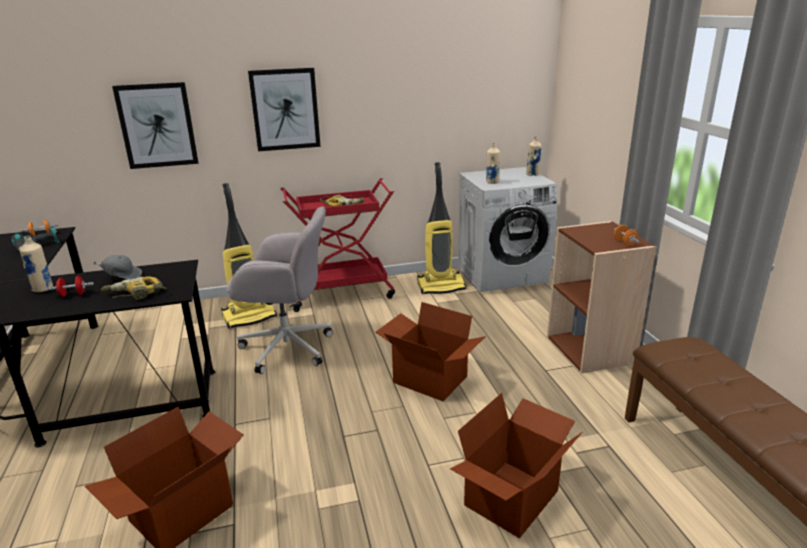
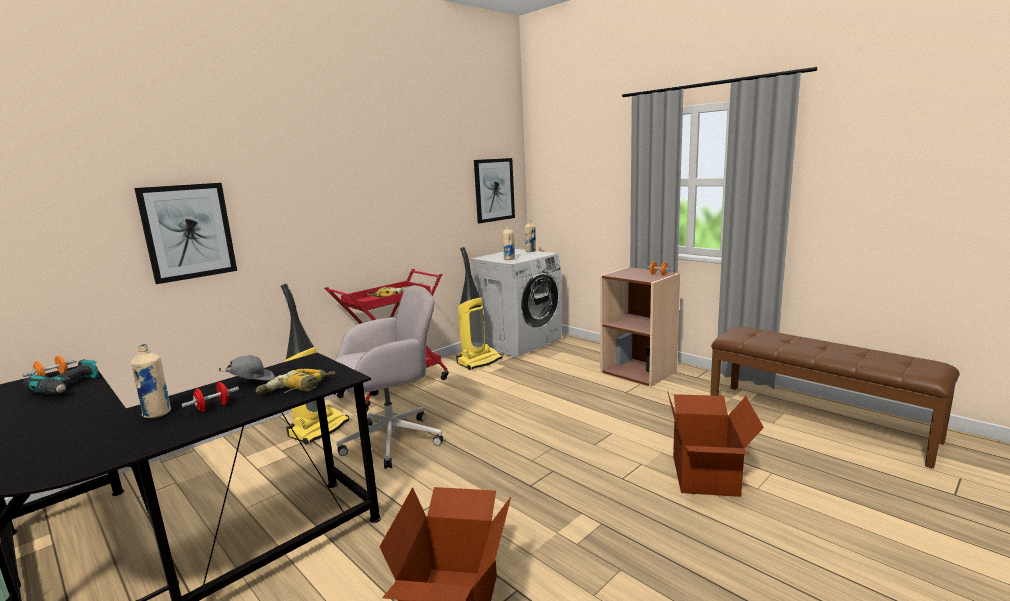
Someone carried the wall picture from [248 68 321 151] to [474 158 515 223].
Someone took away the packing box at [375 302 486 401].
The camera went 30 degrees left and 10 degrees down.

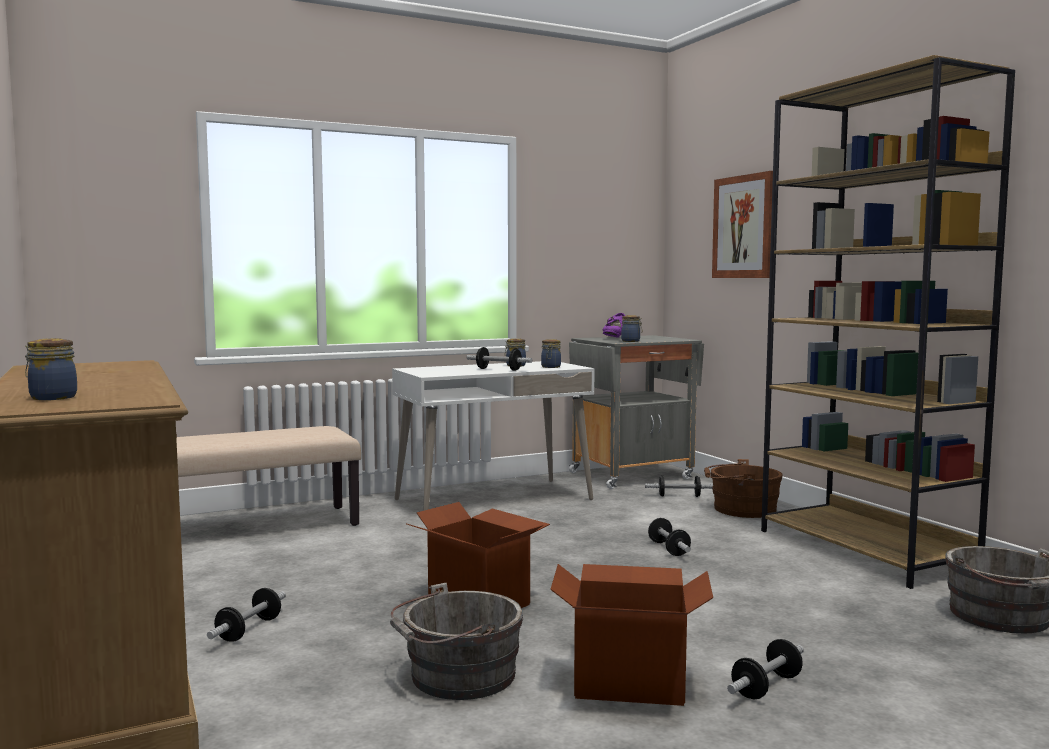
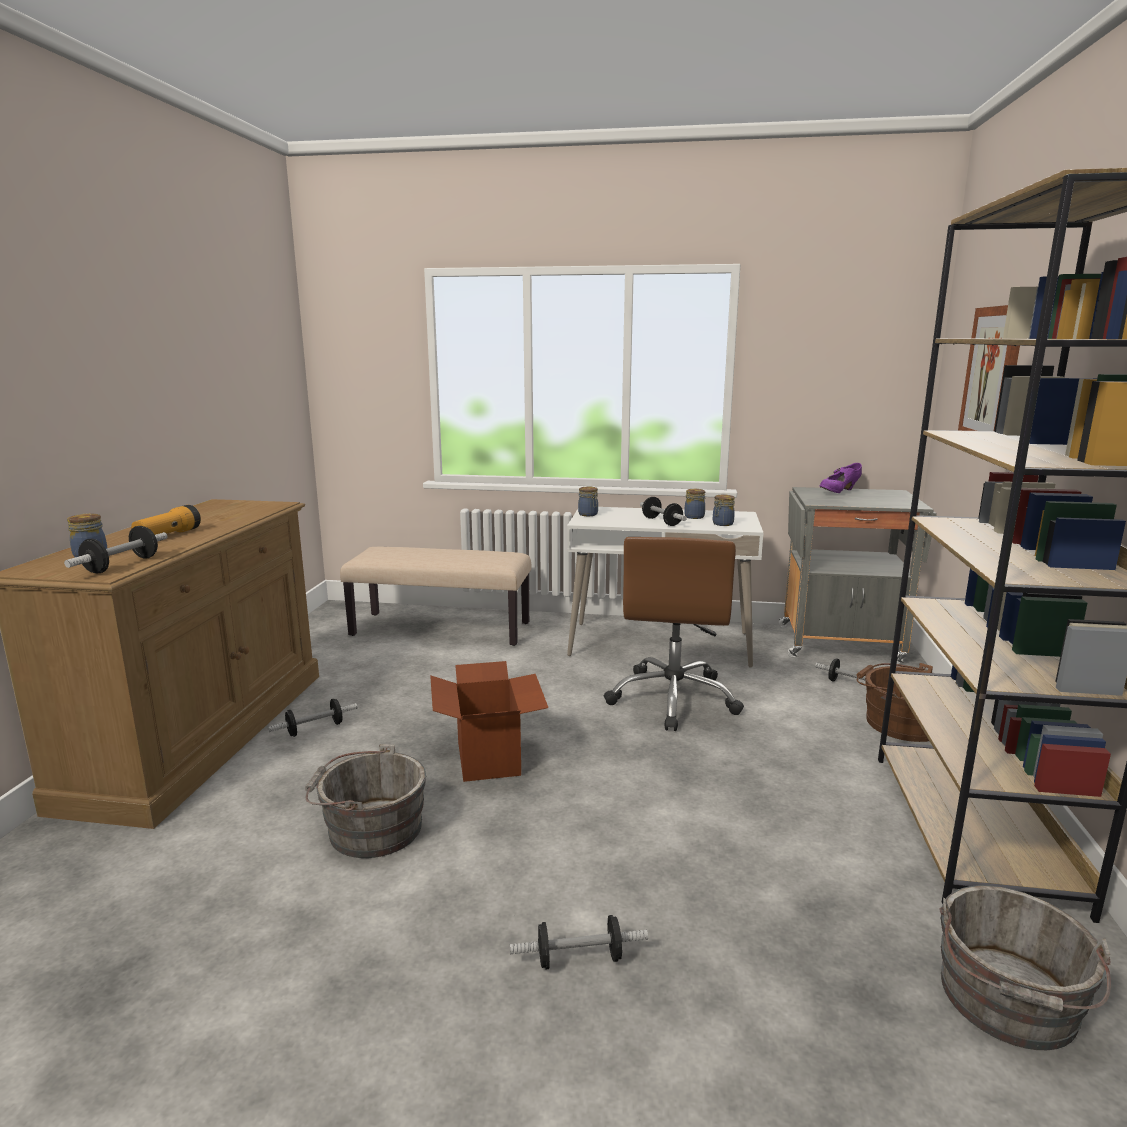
Someone carried the dumbbell from [648 518 691 556] to [64 526 168 574].
Someone put down the flashlight at [131 505 201 535].
Someone carried the preserve jar from [621 315 642 342] to [578 486 598 516].
Someone put down the computer chair/brownish at [604 537 744 731].
Someone took away the packing box at [550 564 713 706].
The camera went 35 degrees right and 10 degrees up.

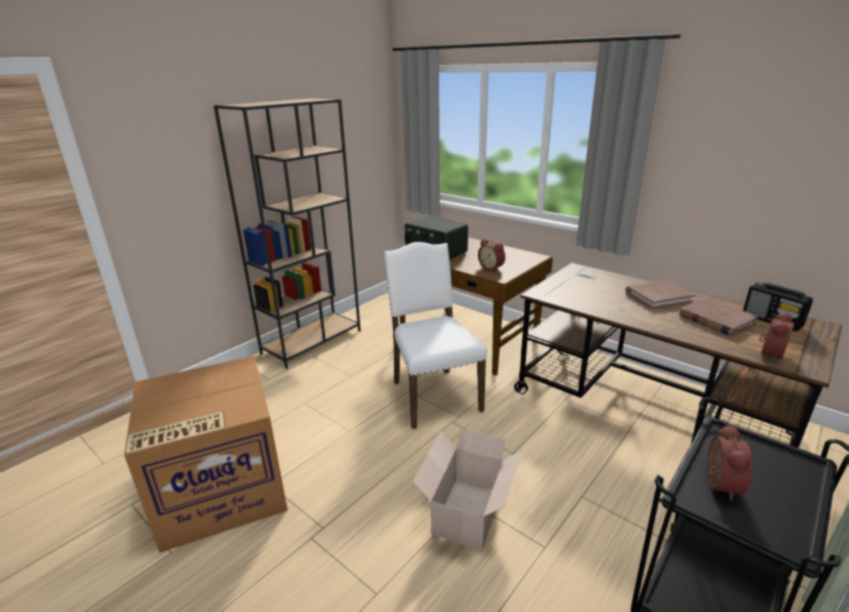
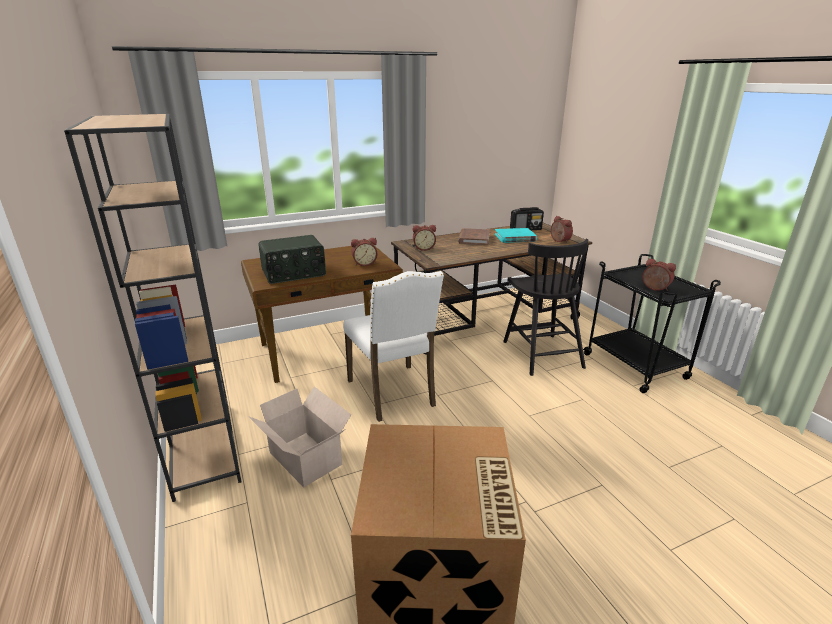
Someone carried the packing box from [413 429 522 550] to [248 386 351 487].
Someone rotated the plain chair/white-coloured at [384 242 487 429] by 120 degrees counterclockwise.
Someone put down the table clock at [413 225 436 251].
Someone repainted the bound book/brownish at [679 298 759 337], which became the bound book/turquoise at [495 228 537 243].
Someone put down the plain chair/blackish at [503 239 588 376].
The camera went 65 degrees left and 0 degrees up.

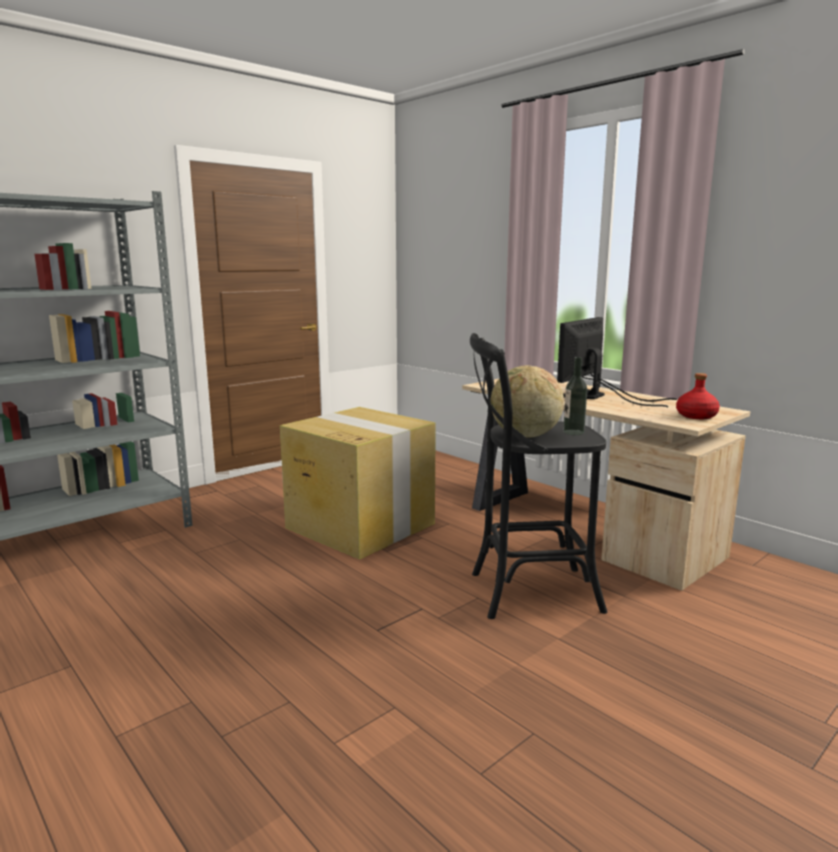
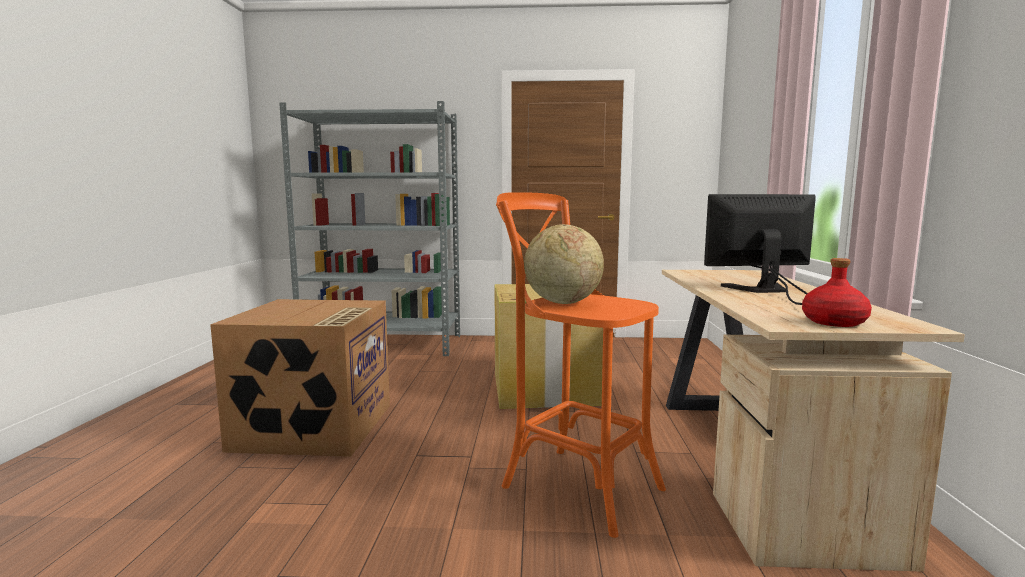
Someone put down the packing box at [210 299 390 457].
Someone repainted the stool/blackish at [470 333 608 619], which became the stool/orangey at [496 192 666 538].
Someone took away the bottle at [563 357 587 435].
The camera went 45 degrees right and 5 degrees down.

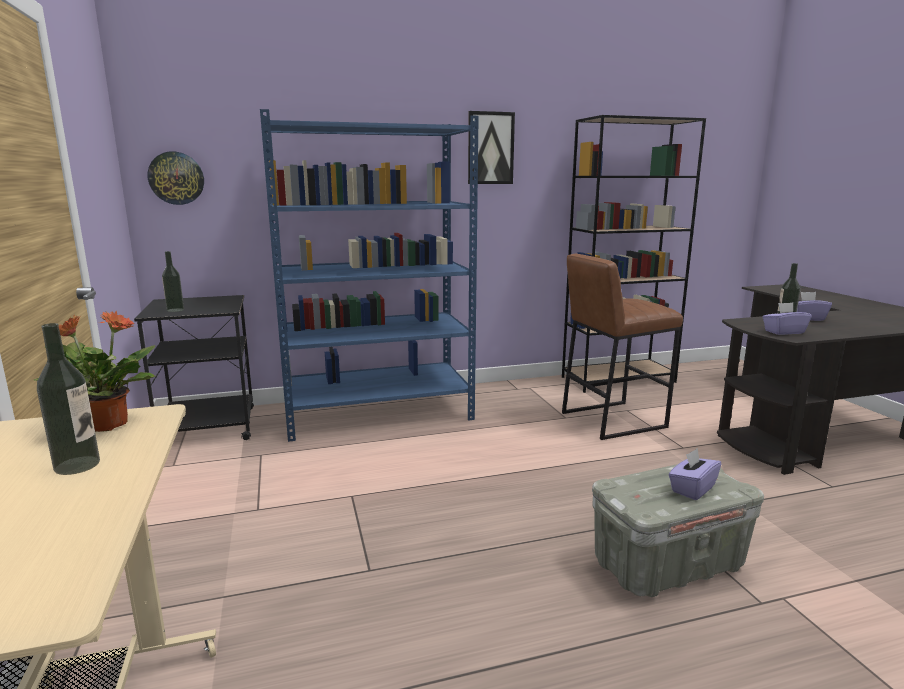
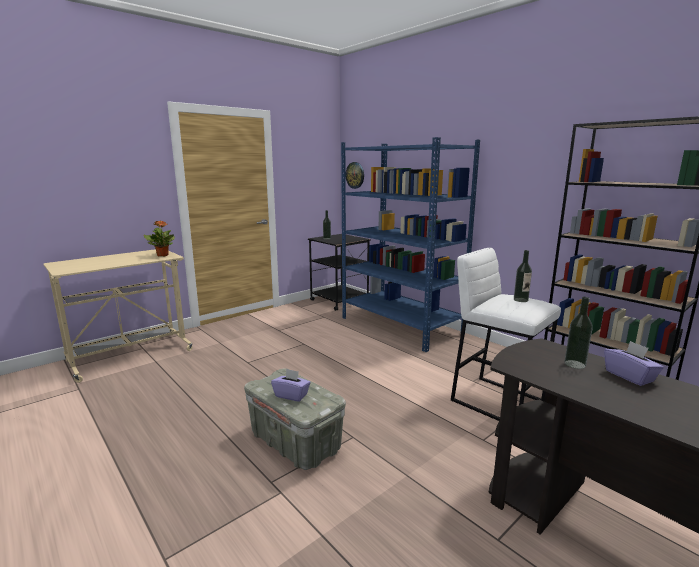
Someone repainted the stool/brownish at [562 254 683 440], which became the stool/white-coloured at [451 248 561 421].
Someone carried the bottle from [37 323 100 475] to [514 250 532 302].
Someone took away the wall picture at [468 111 515 184].
Someone took away the tissue holder/purplish at [763 302 812 335].
The camera went 65 degrees right and 0 degrees up.

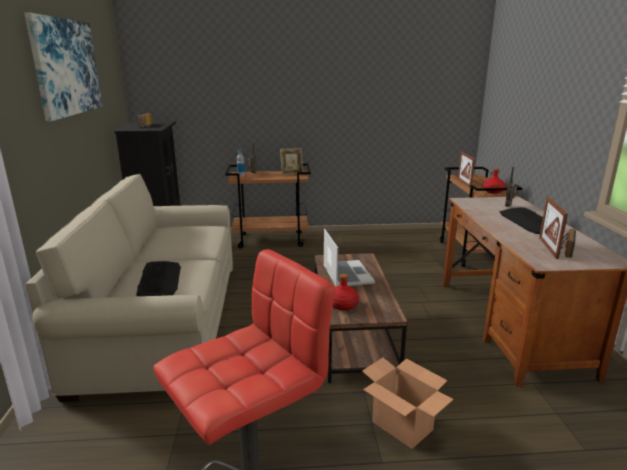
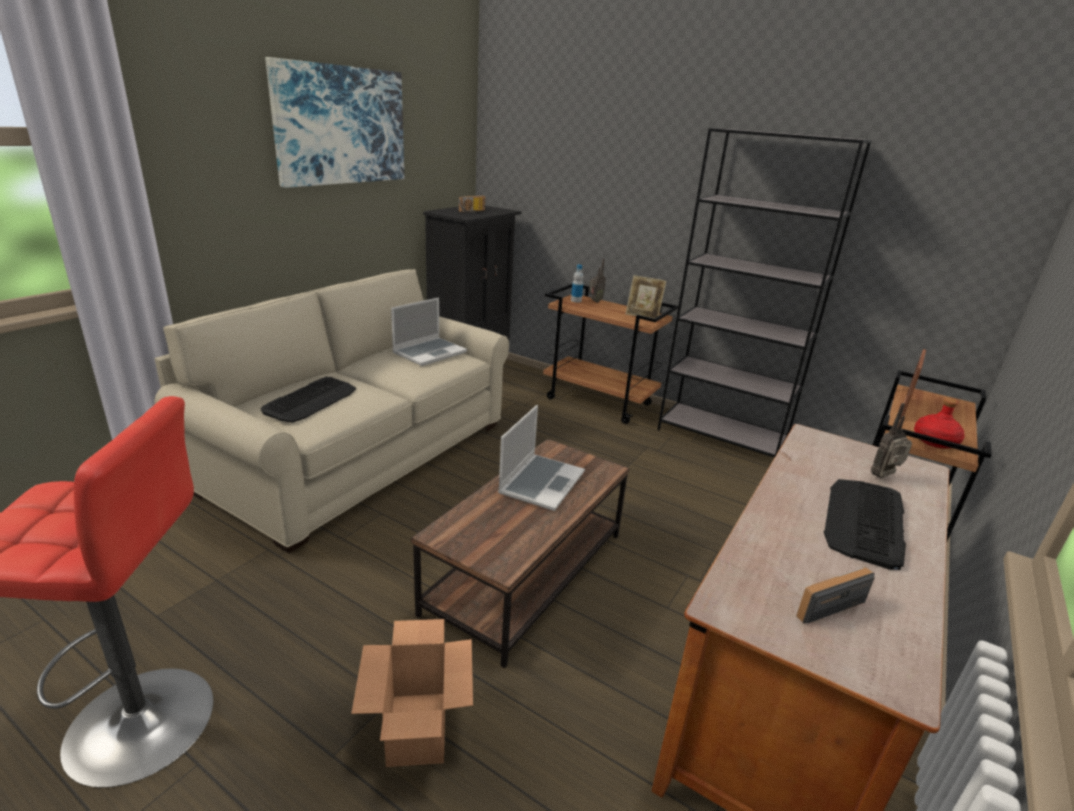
Someone put down the laptop at [391 297 467 366].
Someone put down the bookcase/greyish at [657 128 872 458].
Someone took away the bottle/red-coloured at [333 274 359 310].
Someone took away the standing frame at [539 197 568 259].
The camera went 35 degrees right and 5 degrees up.

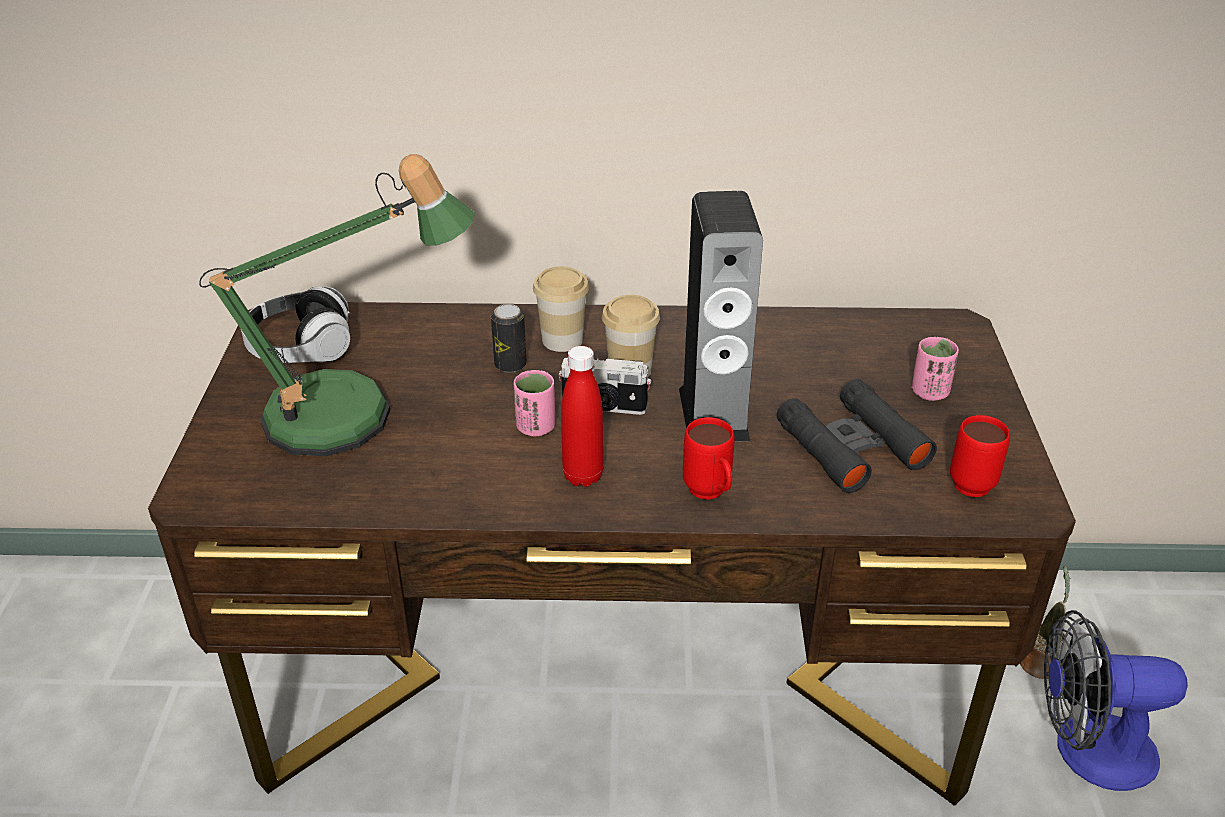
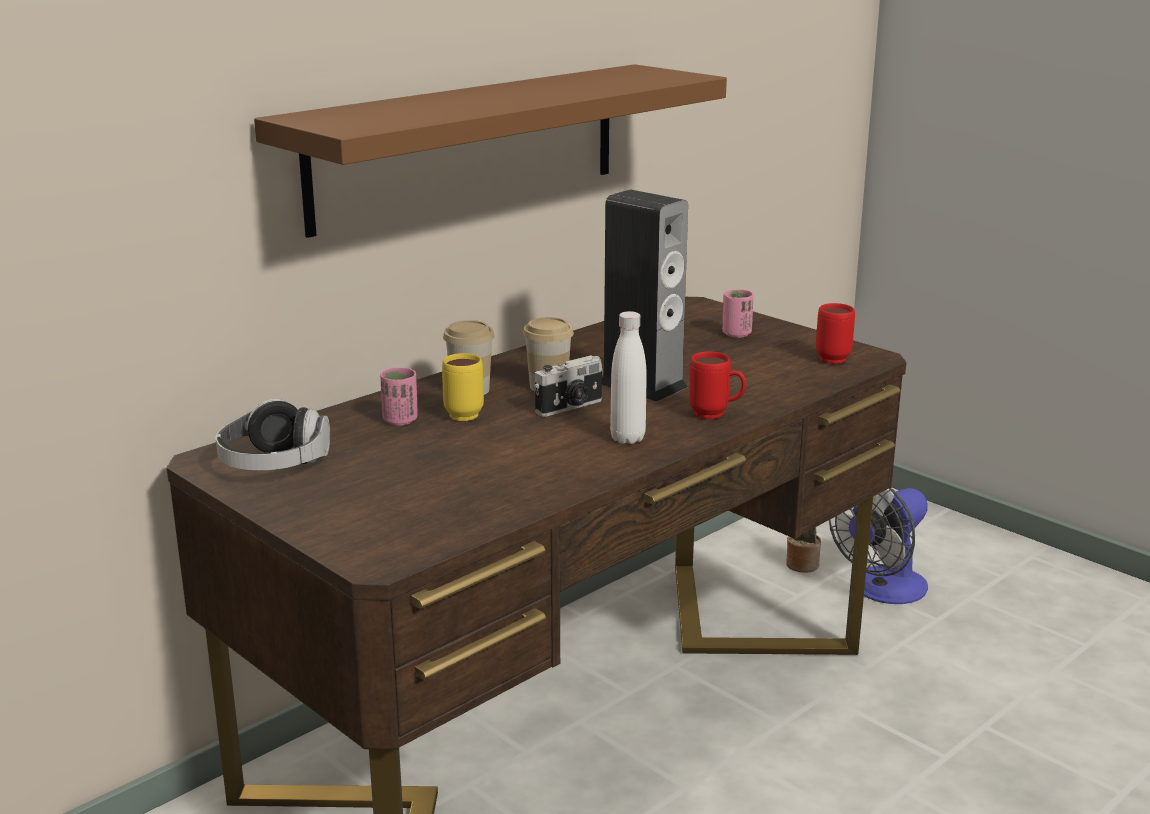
Someone put up the bracket shelf/brownish at [254 64 727 238].
Someone carried the drinking cup/pink from [514 370 555 436] to [380 367 417 425].
Someone swapped the sealed can at [491 304 527 373] for the coffee mug/yellow-coloured at [442 353 484 421].
Someone repainted the bottle/red-coloured at [561 346 603 487], which became the bottle/white-coloured at [610 311 647 444].
Someone took away the table lamp at [199 154 475 456].
Someone took away the pair of binoculars/blackish at [777 379 937 493].
The camera went 45 degrees left and 15 degrees down.

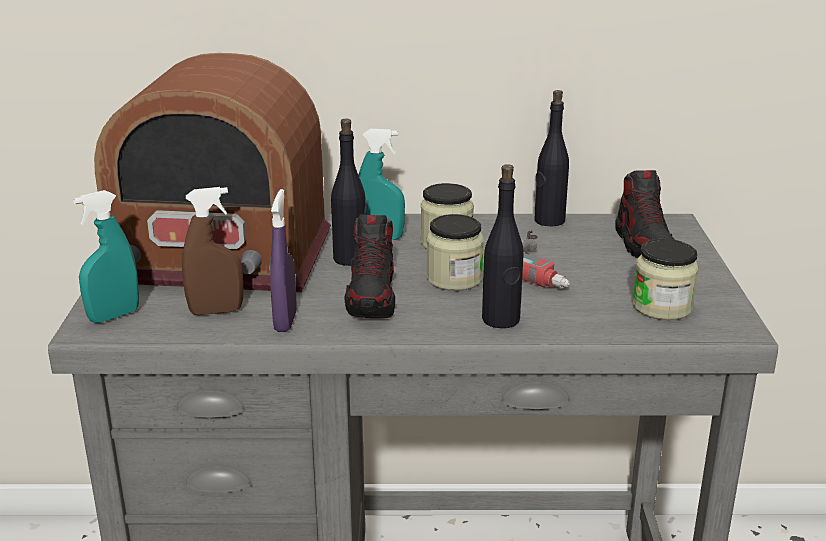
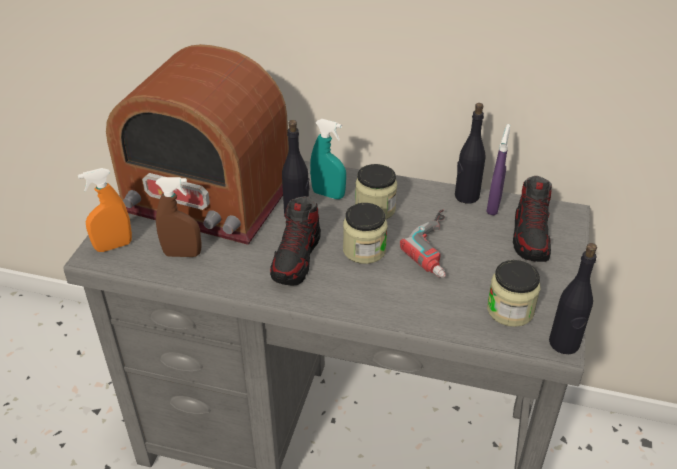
Someone repainted the sprayer/turquoise at [73 190 139 323], which became the sprayer/orangey at [78 168 132 252].
Someone carried the sprayer/purplish from [270 189 297 332] to [486 124 510 215].
Someone carried the bottle/blackish from [482 164 524 328] to [549 243 597 354].
The camera went 15 degrees right and 15 degrees up.

